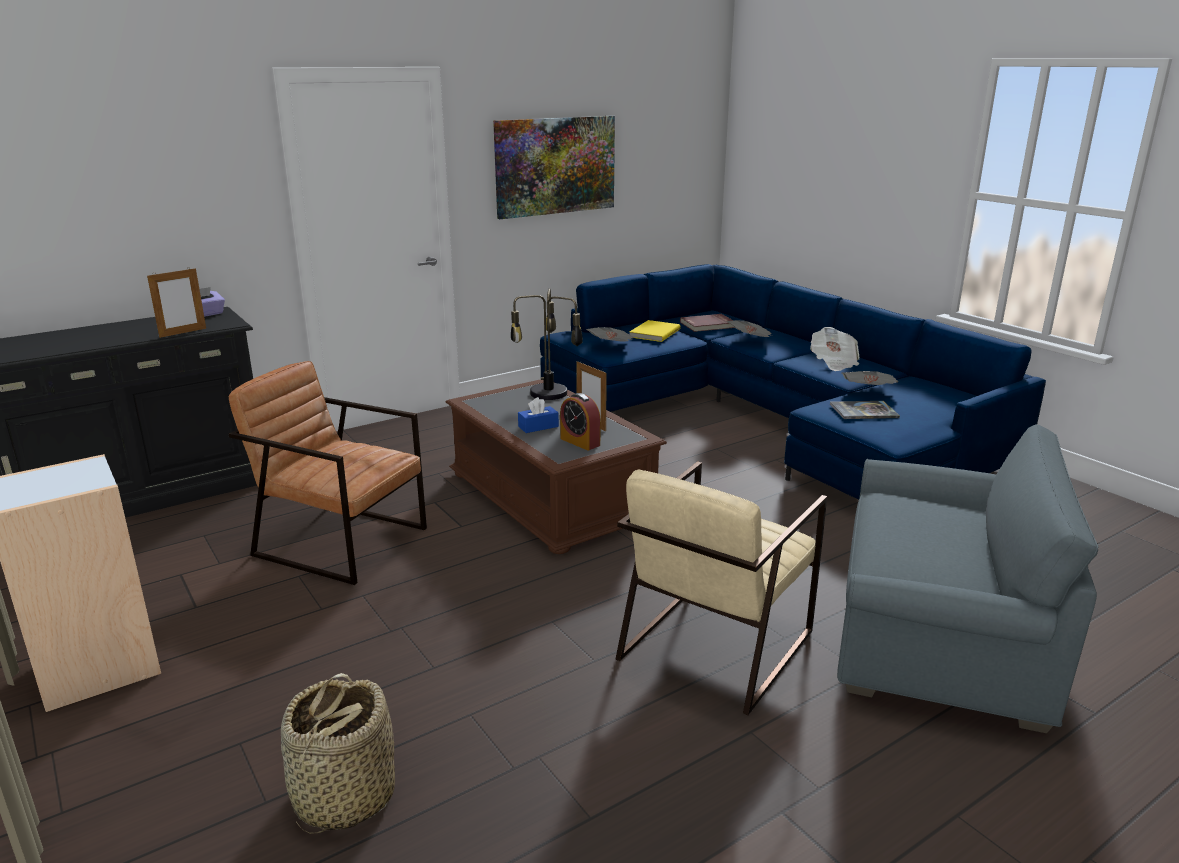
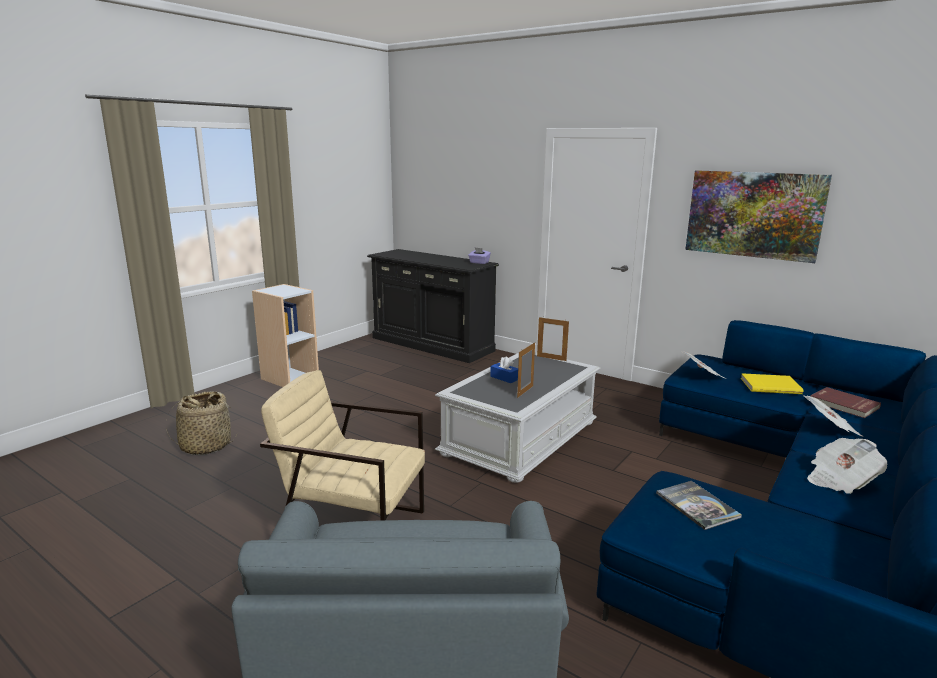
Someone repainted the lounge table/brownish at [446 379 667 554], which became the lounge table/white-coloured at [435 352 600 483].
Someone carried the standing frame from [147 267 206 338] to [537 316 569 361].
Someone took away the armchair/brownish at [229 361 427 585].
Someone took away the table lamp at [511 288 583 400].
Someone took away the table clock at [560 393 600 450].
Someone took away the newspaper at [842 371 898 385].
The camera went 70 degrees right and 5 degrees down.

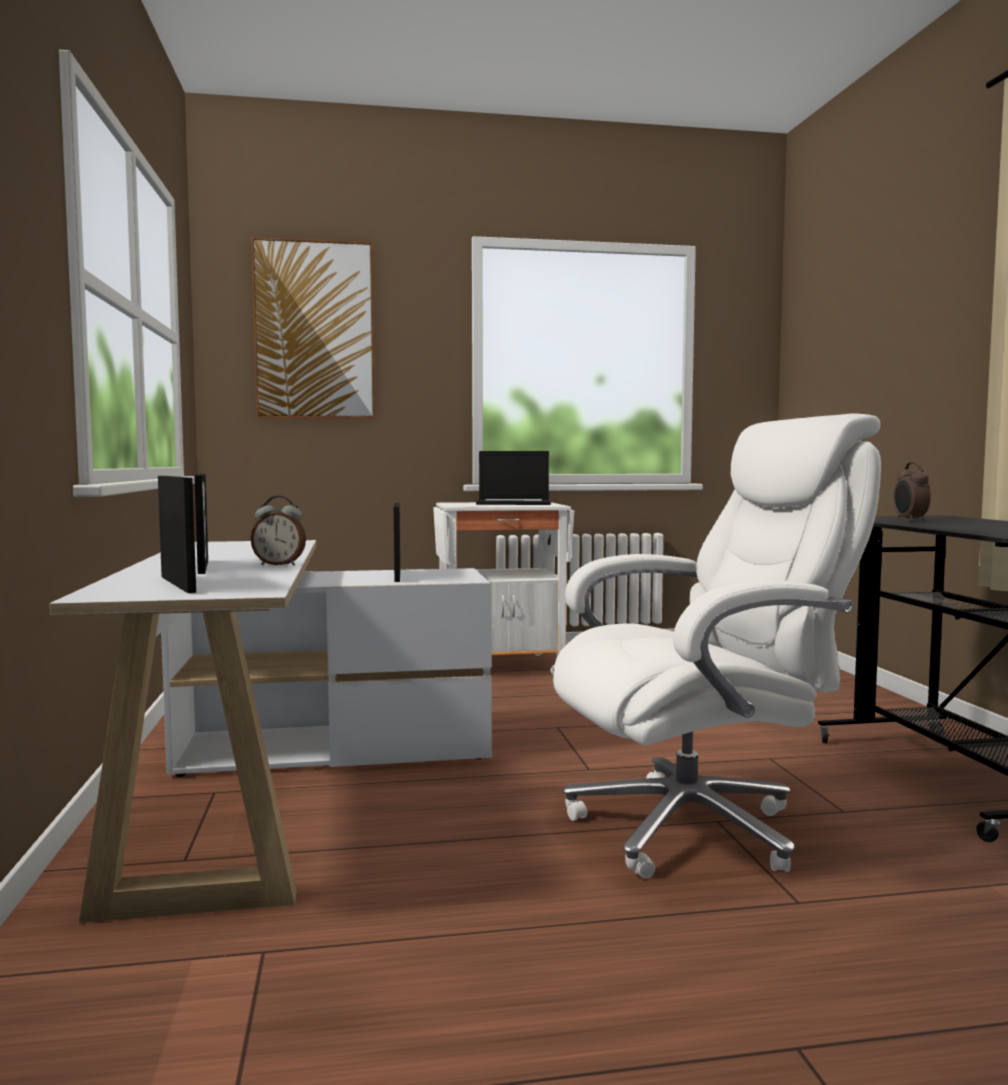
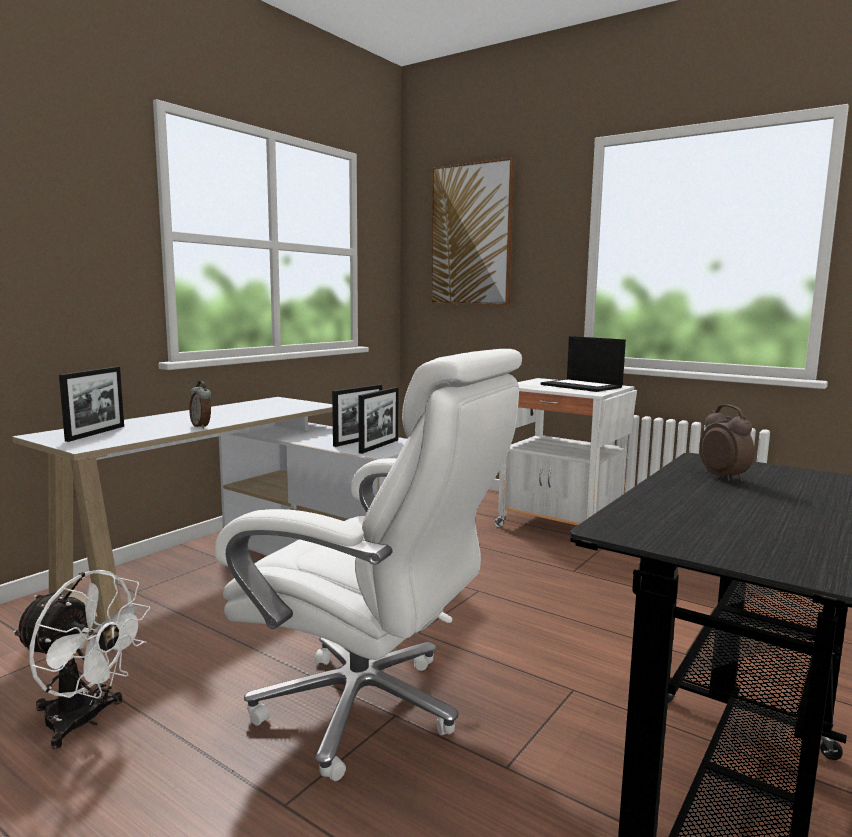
Someone put down the fan/white-coloured at [13 570 151 749].
Someone carried the standing frame from [194 474 208 574] to [358 387 398 454].
Someone rotated the table clock at [893 462 931 521] by 120 degrees clockwise.
The camera went 45 degrees right and 5 degrees up.

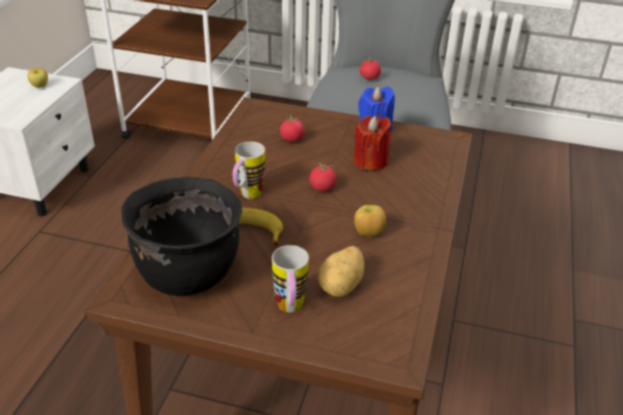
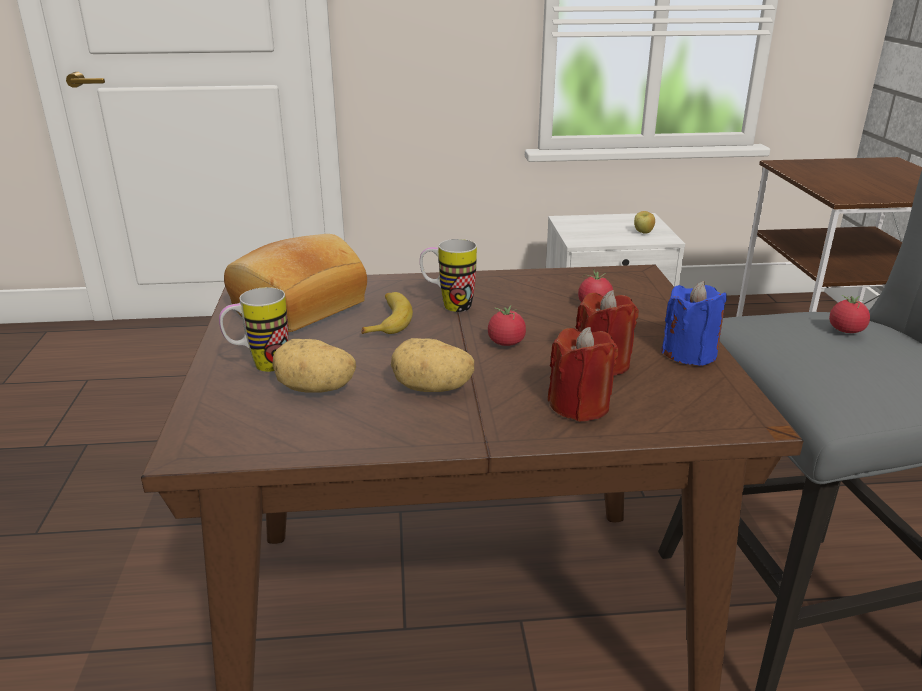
Someone swapped the cooking pot/blackish at [121 177 242 296] for the bread at [224 234 367 332].
Someone swapped the apple fruit at [354 205 386 237] for the whole potato at [391 338 474 392].
Someone put down the candle/red-coloured at [548 327 619 422].
The camera went 70 degrees right and 10 degrees down.

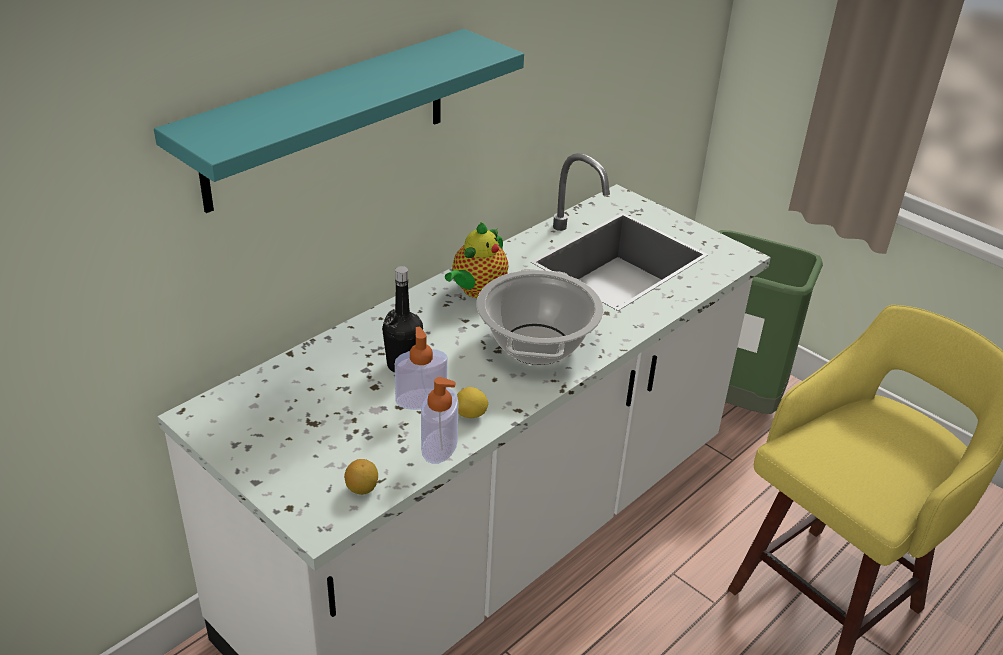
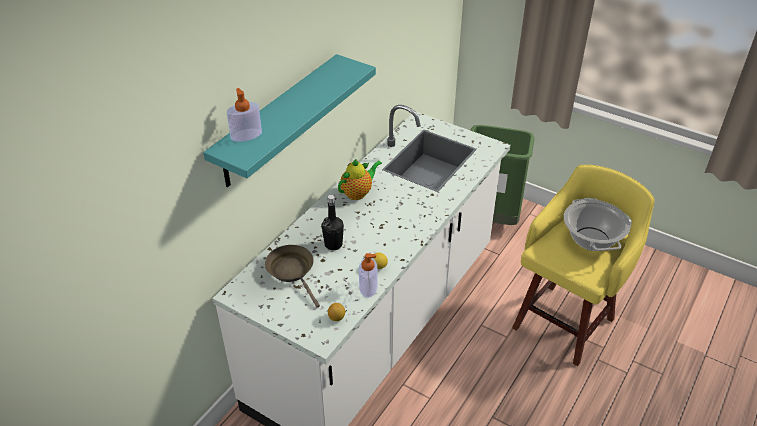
Someone carried the soap bottle from [395 327 448 410] to [227 88 262 142].
Someone put down the skillet/brownish at [265 245 320 308].
Someone rotated the teapot at [445 222 508 298] by 150 degrees counterclockwise.
Someone carried the cooking pot from [477 269 604 365] to [564 198 630 251].
The camera went 10 degrees left and 5 degrees up.

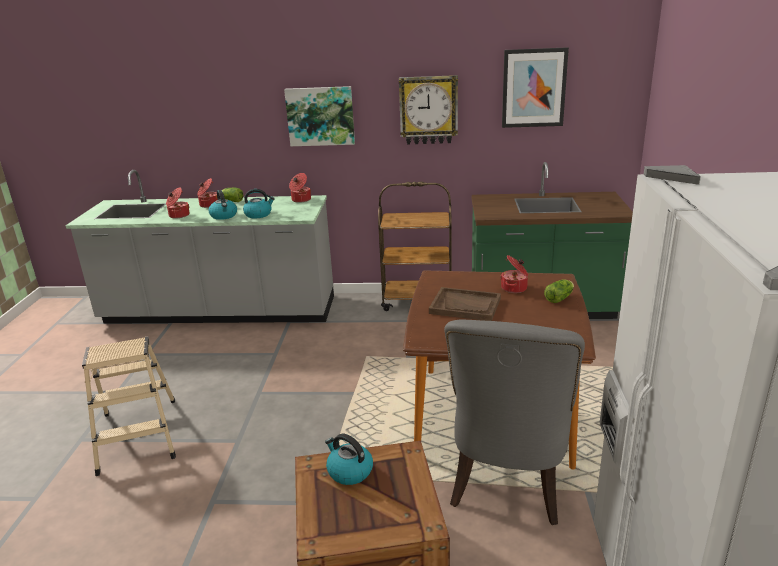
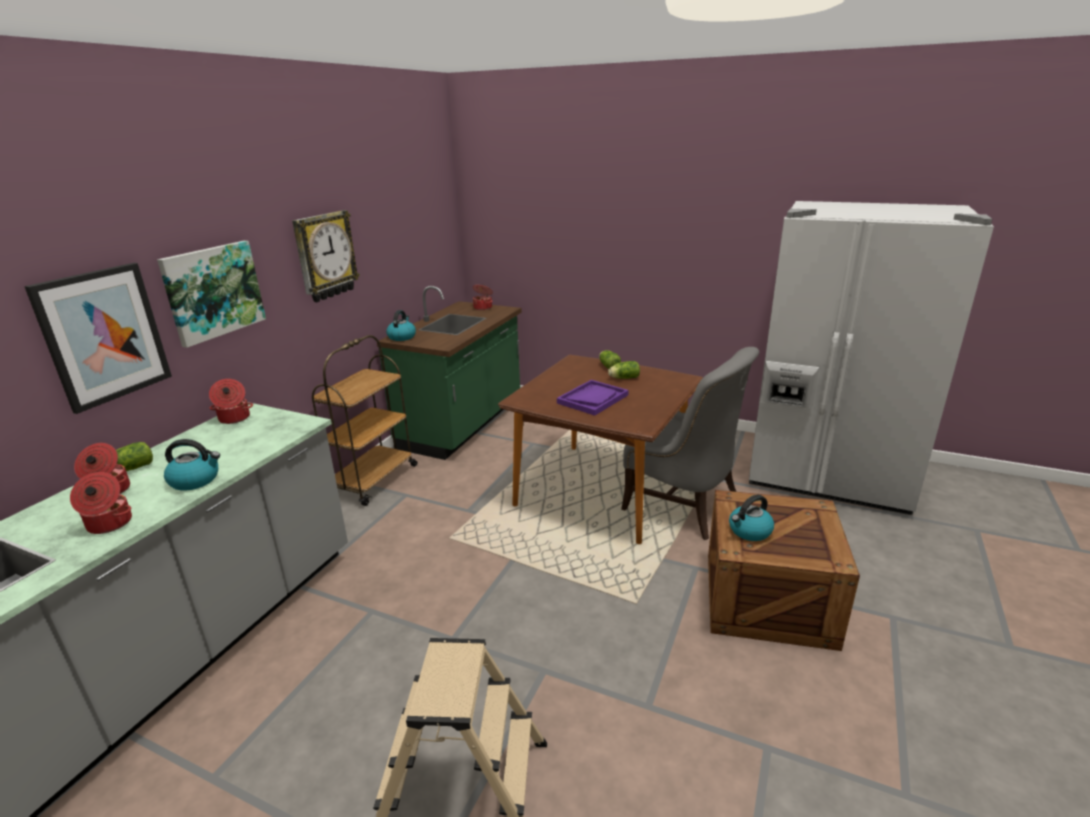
Someone carried the wall picture from [502 47 569 128] to [24 263 172 414].
Someone carried the water kettle from [243 189 275 218] to [386 310 416 341].
Someone carried the cooking pot from [500 255 528 293] to [473 285 493 310].
Someone repainted the serving tray/brownish at [429 287 501 321], which became the serving tray/purplish at [557 380 629 416].
Someone put down the lettuce at [608 361 640 379].
The camera went 70 degrees left and 0 degrees up.

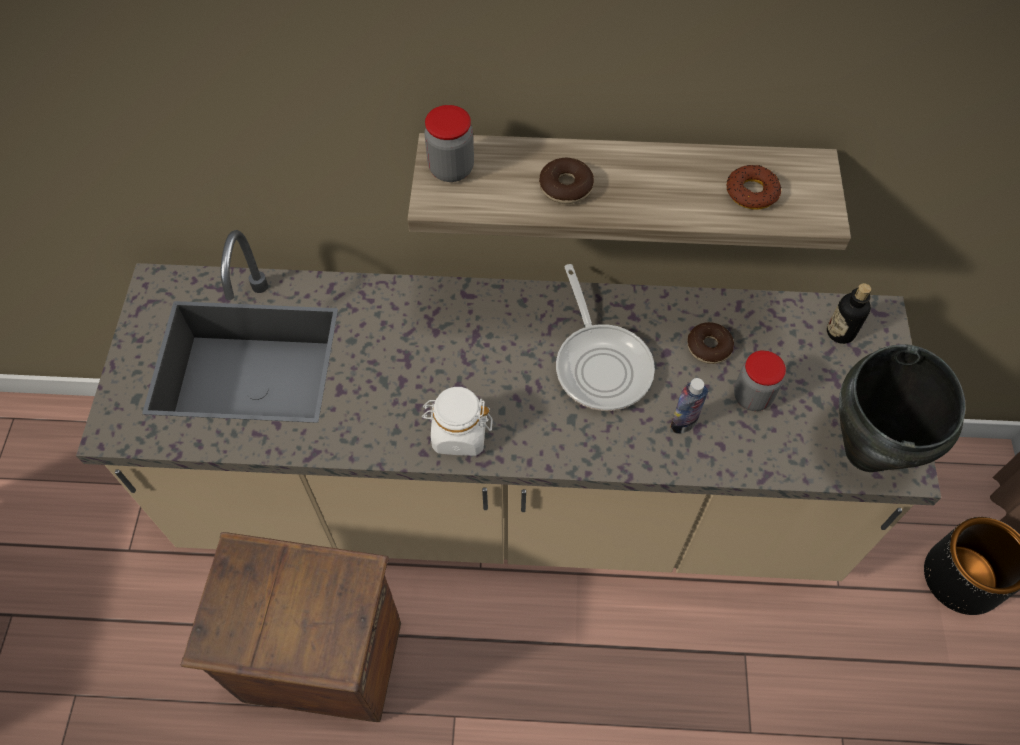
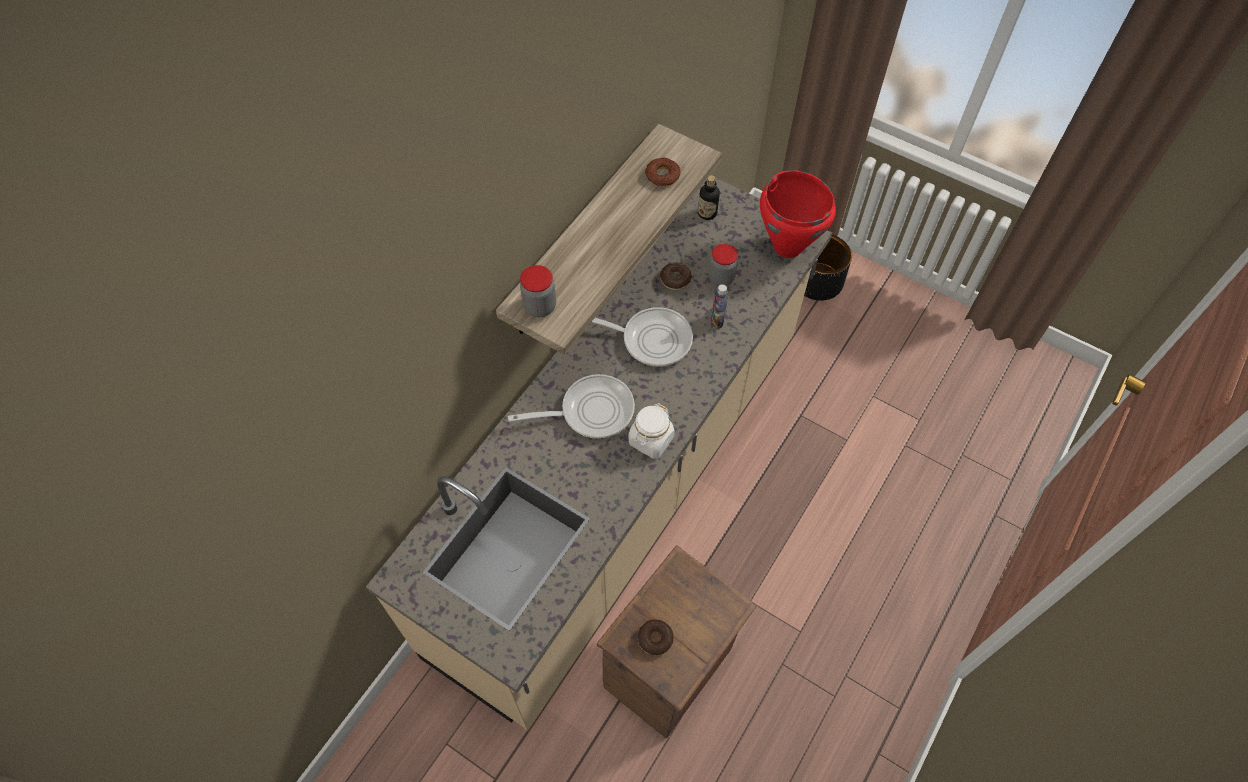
Someone put down the skillet at [508 374 635 439].
Someone carried the ring doughnut from [539 158 594 204] to [638 620 674 656].
Someone repainted the cooking pot/blackish at [839 344 966 472], which became the cooking pot/red-coloured at [760 170 836 258].
The camera went 60 degrees left and 0 degrees up.

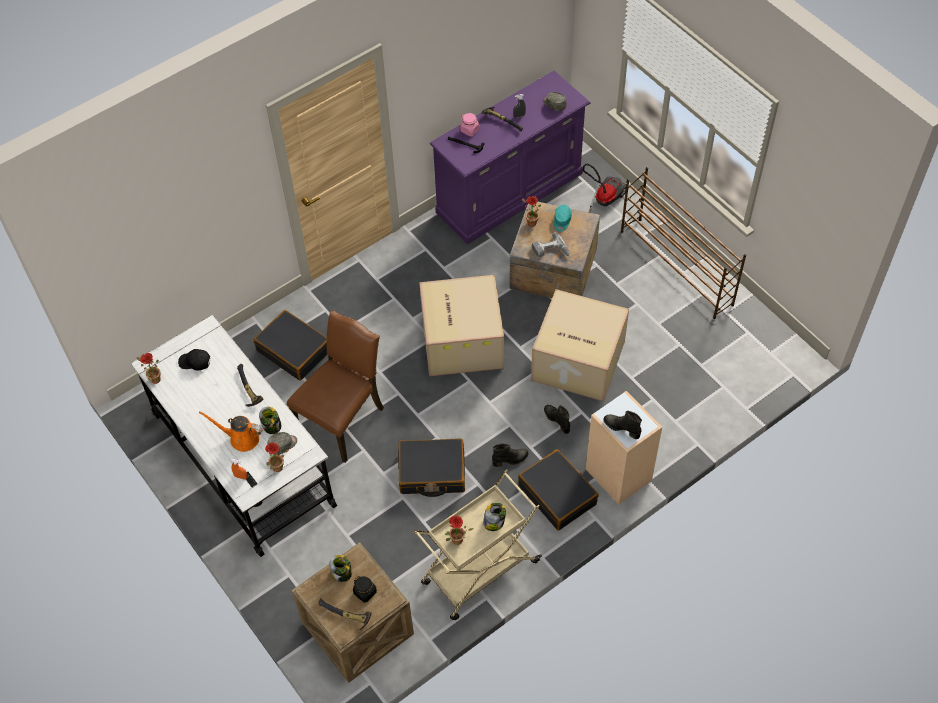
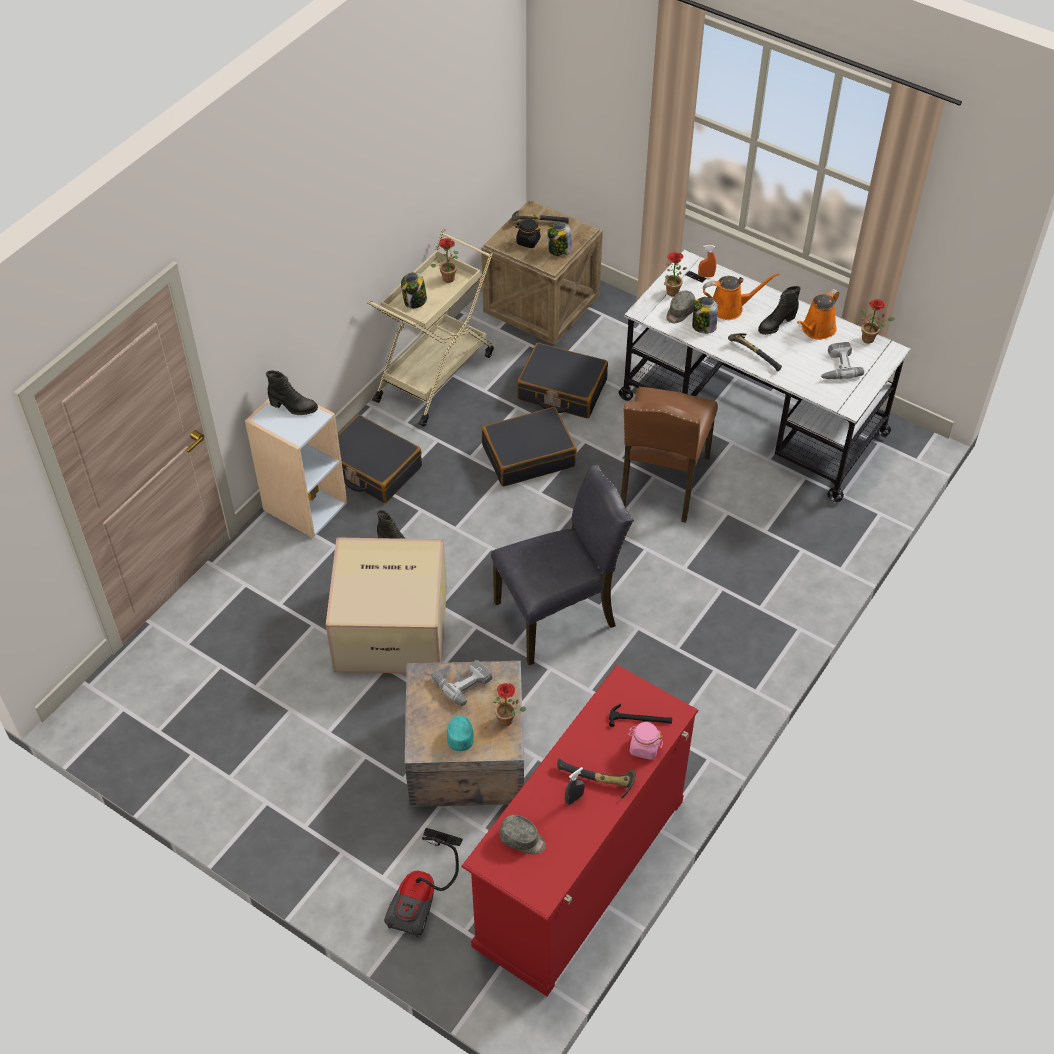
Someone repainted the cupboard/purplish at [430 71 591 245], which became the cupboard/red-coloured at [461 665 698 996].
Someone swapped the packing box at [419 275 504 376] for the plain chair/greyish at [491 465 634 665].
Someone carried the suitcase/blackish from [254 310 328 381] to [517 342 608 419].
Someone carried the high-top boot/blackish from [492 443 528 467] to [758 286 801 335].
Someone put down the sprinkling can/orangey at [797 289 839 340].
Someone swapped the peaked cap/blackish at [178 349 210 370] for the electric drill at [821 342 864 379].
Someone took away the shoe stand/brownish at [621 167 746 319].
The camera went 160 degrees right and 5 degrees down.

